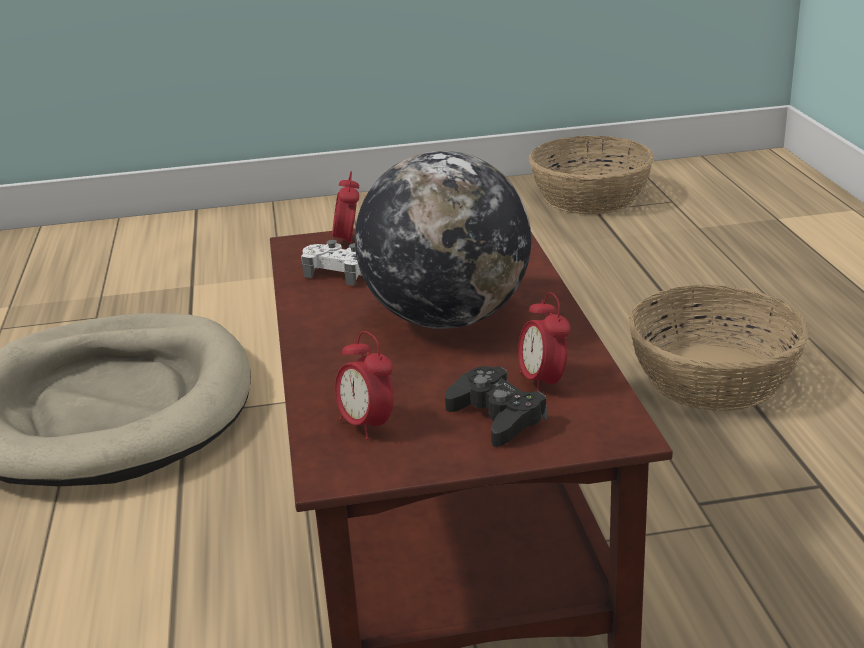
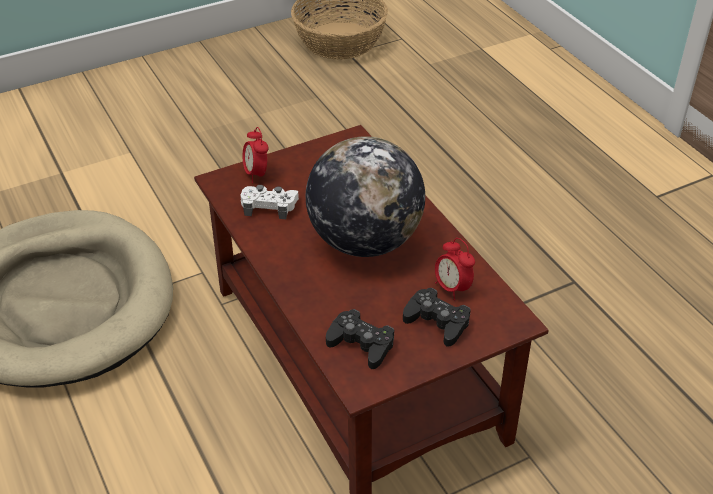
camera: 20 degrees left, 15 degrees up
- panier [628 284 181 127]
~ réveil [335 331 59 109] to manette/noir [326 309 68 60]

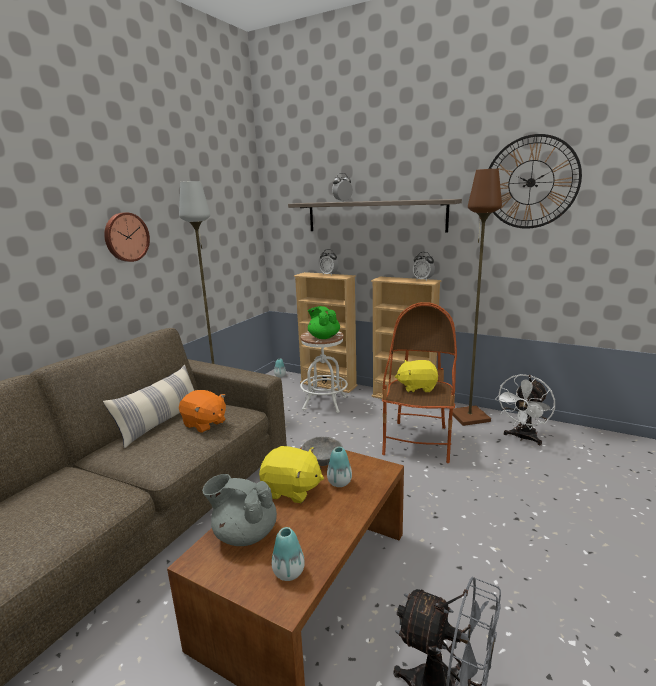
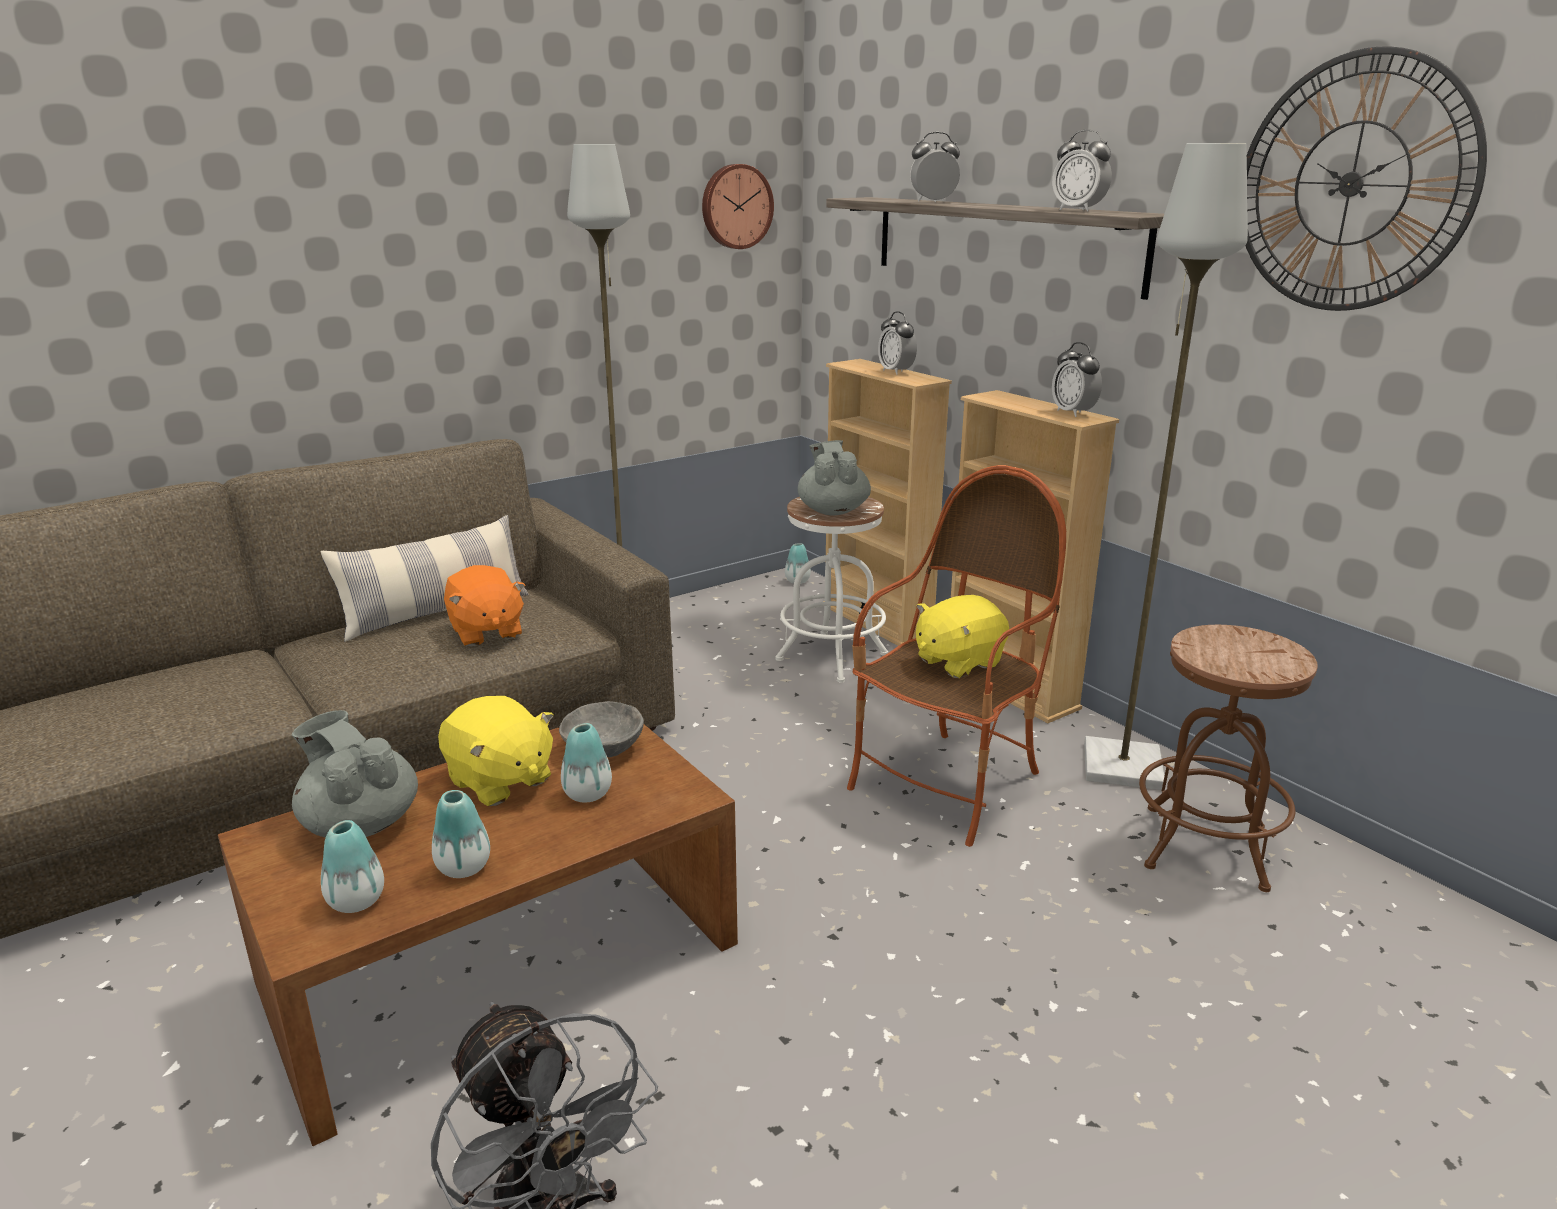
camera: 25 degrees right, 5 degrees up
+ vase [432 790 58 88]
+ réveil [1052 129 60 83]
~ horloge murale [104 213 46 49] to [702 164 72 85]
~ ventilateur/blanc [495 374 60 71] to tabouret/marron [1139 625 179 267]
~ théière/vert [308 306 32 33] to théière/gris [798 440 73 75]
~ lampadaire/marron [452 169 50 257] to lampadaire/gris [1084 143 164 647]
~ peluche/jaune [395 360 43 33] = [916 595 93 83] 60 degrees counterclockwise

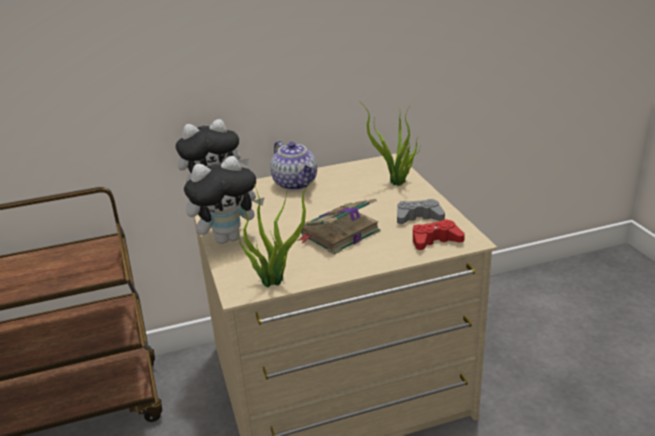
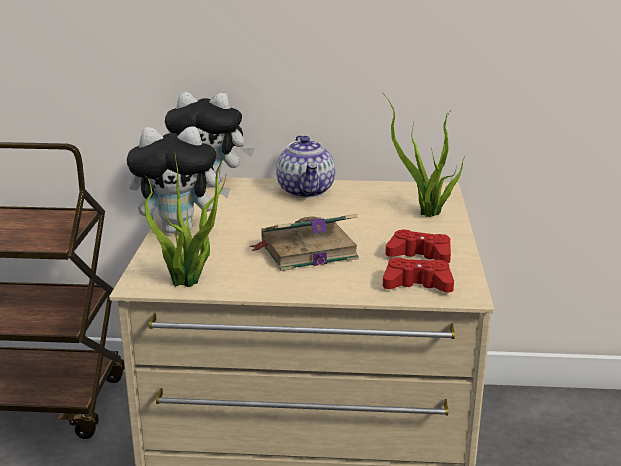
camera: 20 degrees right, 5 degrees down
~ manette/gris [397 199 48 25] to manette/rouge [385 229 66 34]

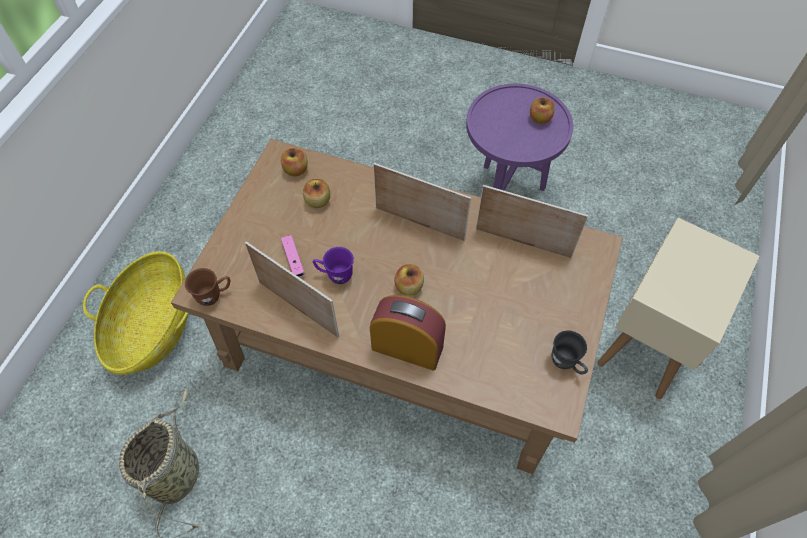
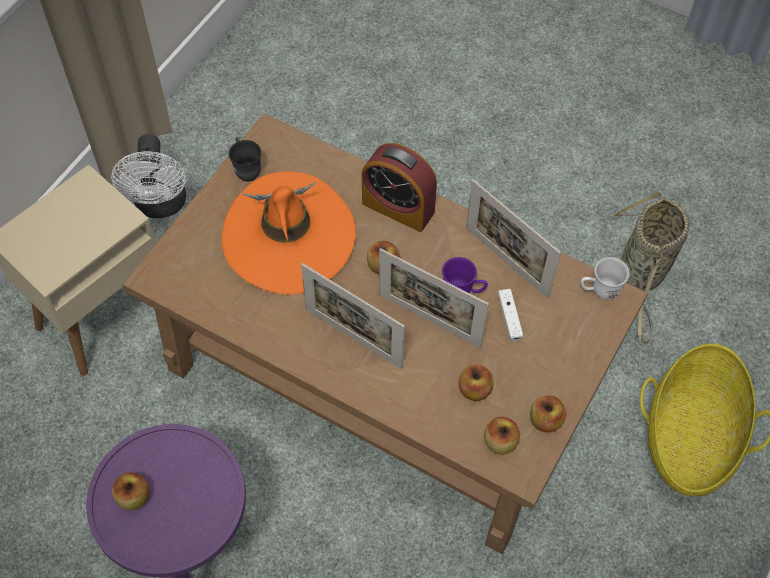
camera: 170 degrees left, 0 degrees up
+ ventilateur/blanc [111 134 75 84]
+ chapeau/orange [222 172 134 123]
+ pomme [530 395 36 37]
~ cadre photo [476 185 112 73] to [379 248 110 100]
~ mug/marron [185 268 45 38] to mug/blanc [581 257 49 43]
~ manette/rose [281 235 24 42] to manette/blanc [498 289 25 53]

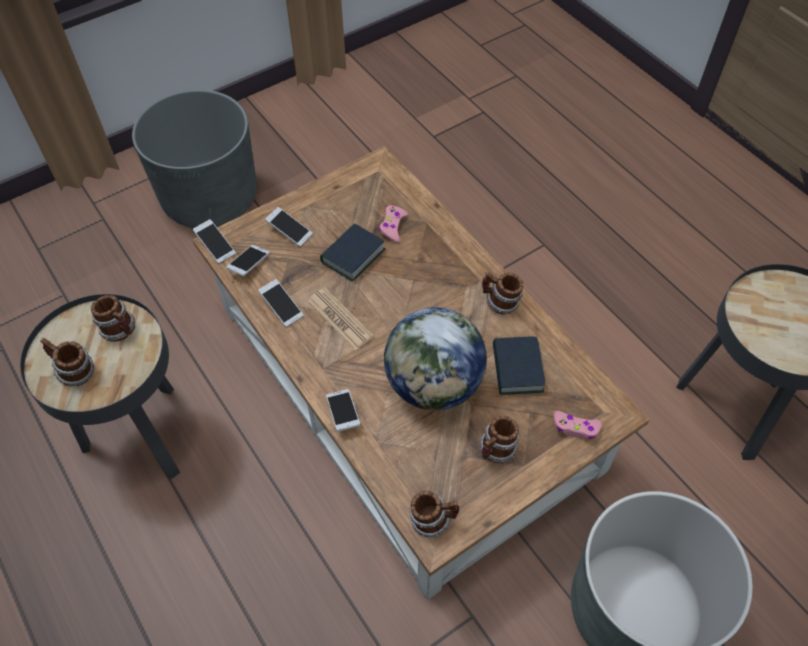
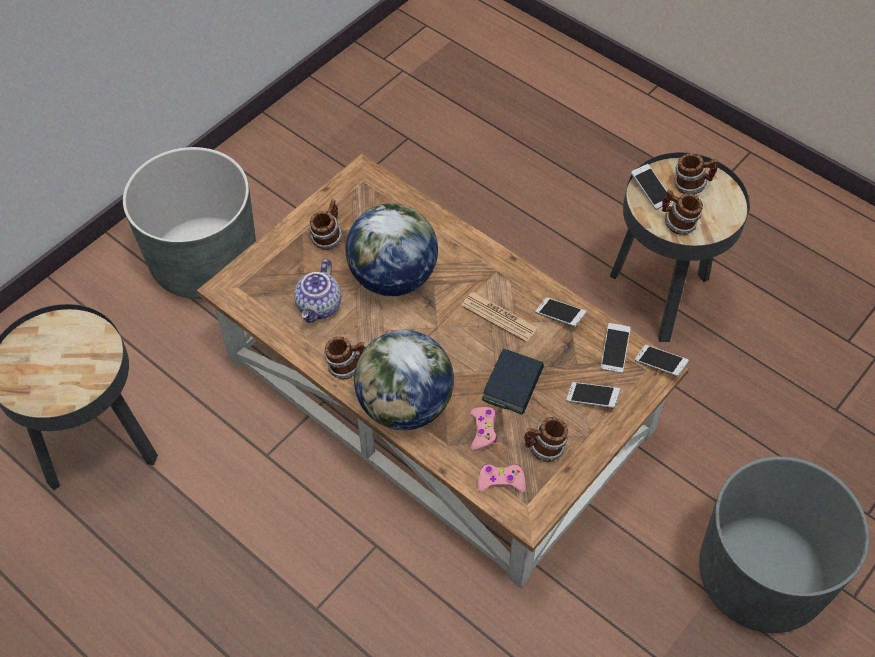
camera: 165 degrees right, 0 degrees up
+ globe [354 330 100 100]
~ téléphone [326 389 34 43] to [631 164 41 46]
~ mug [409 491 50 47] to [524 417 45 45]
~ manette/rose [554 411 48 28] to [477 464 49 29]
~ livre [493 337 52 58] to théière [294 259 47 64]

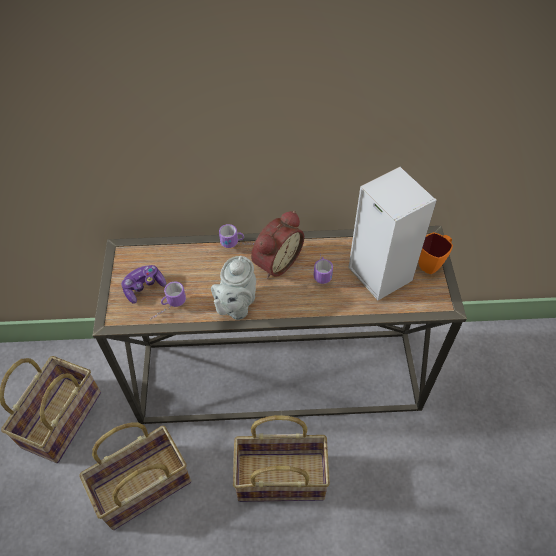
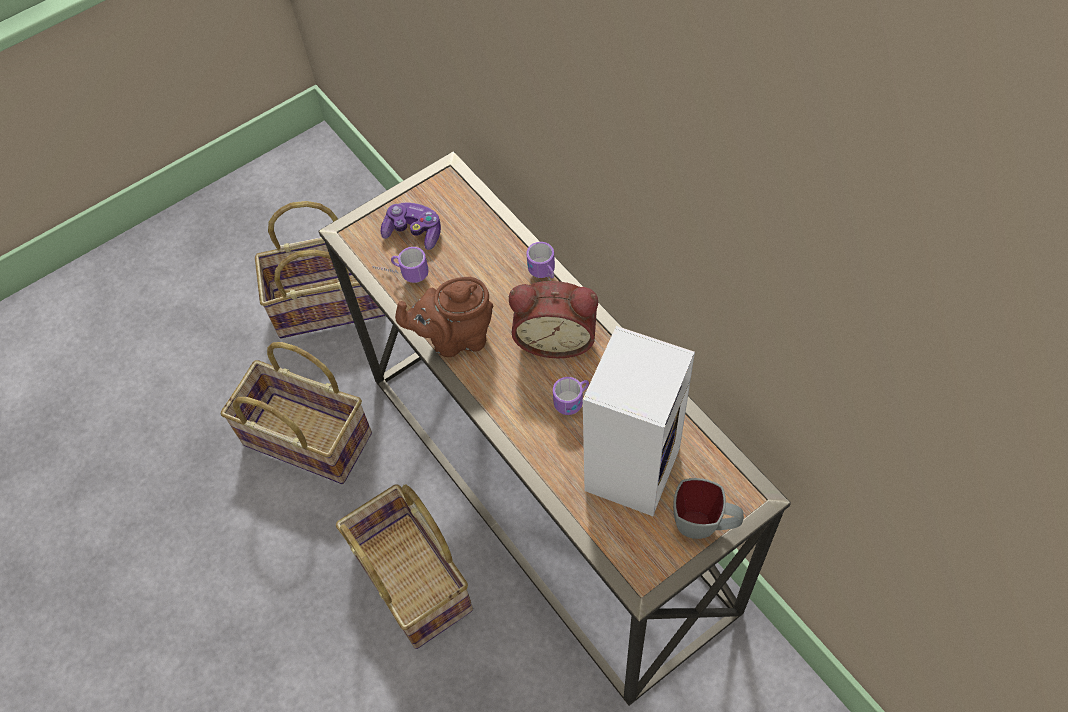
camera: 60 degrees right, 5 degrees up
~ théière/gris [211 256 45 64] to théière/marron [395 277 98 80]
~ mug/orange [418 232 35 42] to mug/gris [673 478 71 61]

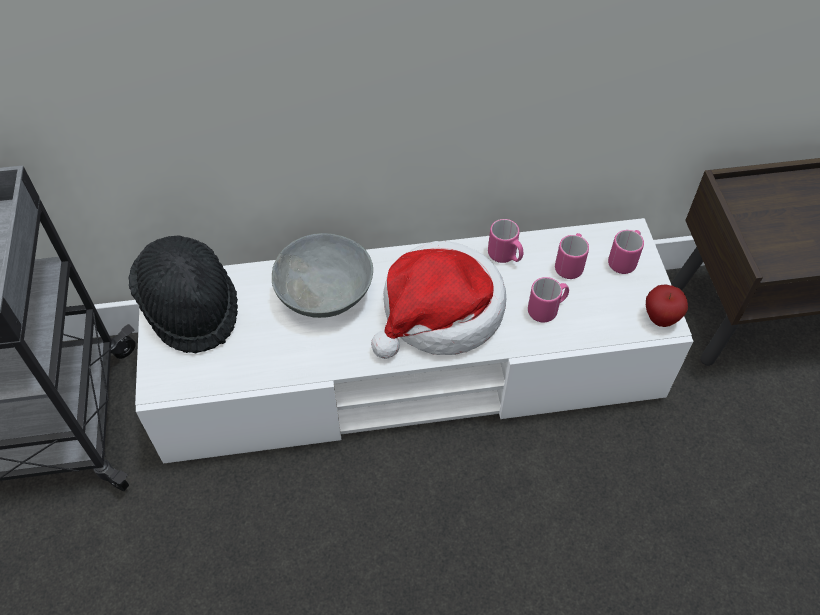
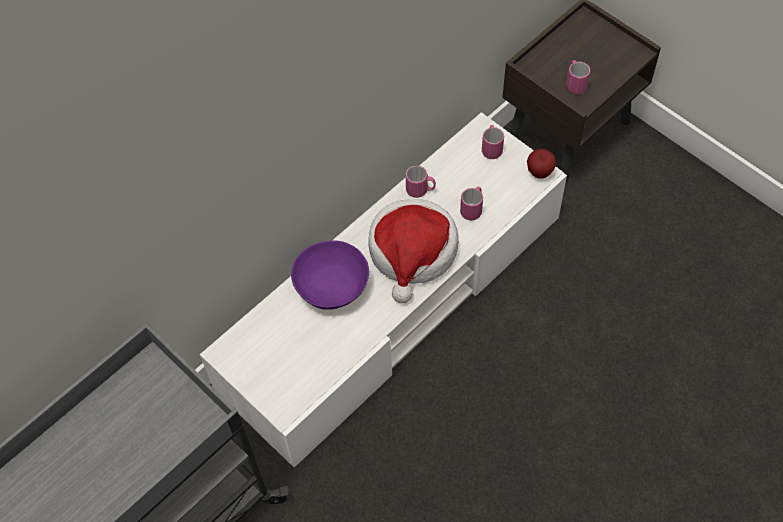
camera: 35 degrees left, 5 degrees up
- chapeau/noir [128 236 110 118]
~ mug/rose [555 233 34 46] to [566 60 24 34]
~ bol/gris [272 233 101 85] to bol/violet [291 241 78 69]

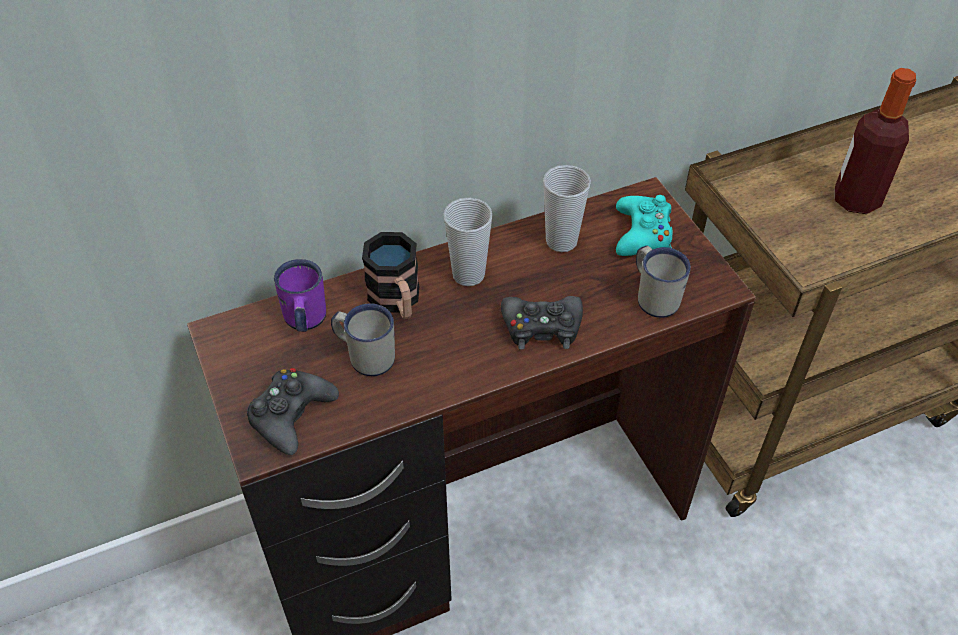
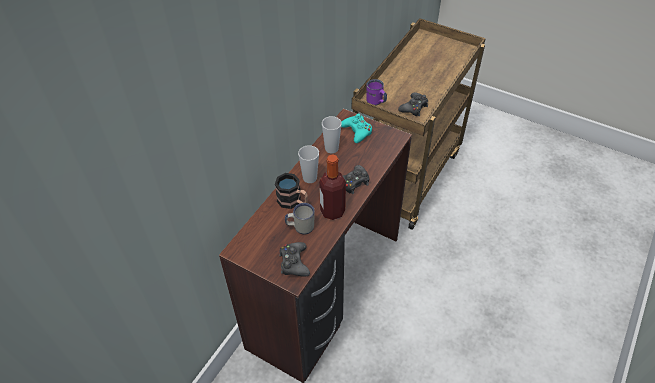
camera: 35 degrees left, 0 degrees up
- mug/blanc [636 246 55 72]
+ manette/noir [398 92 30 24]
~ mug/violet [274 259 52 73] to [366 79 21 27]
~ bouteille [835 68 81 146] to [319 154 27 66]

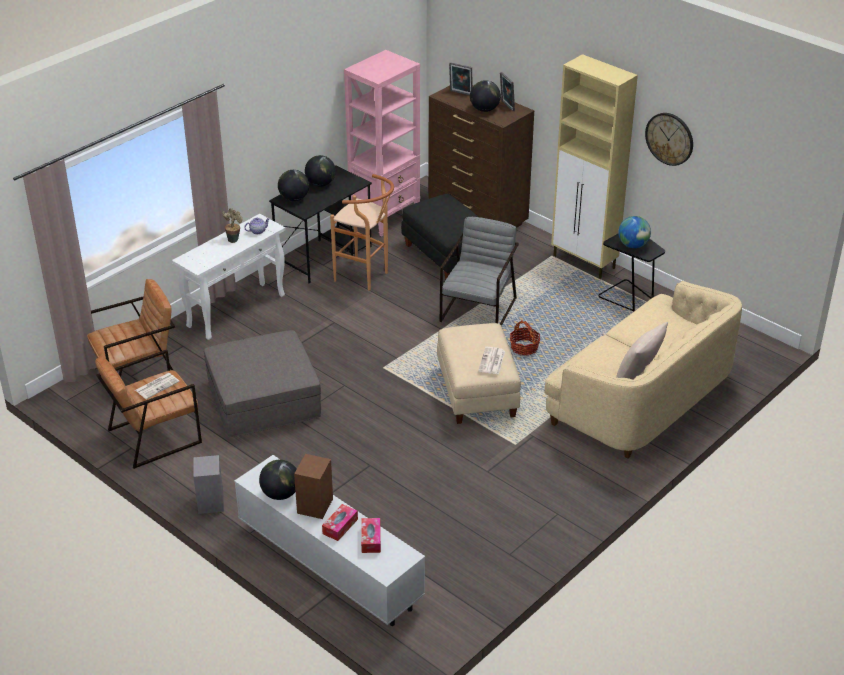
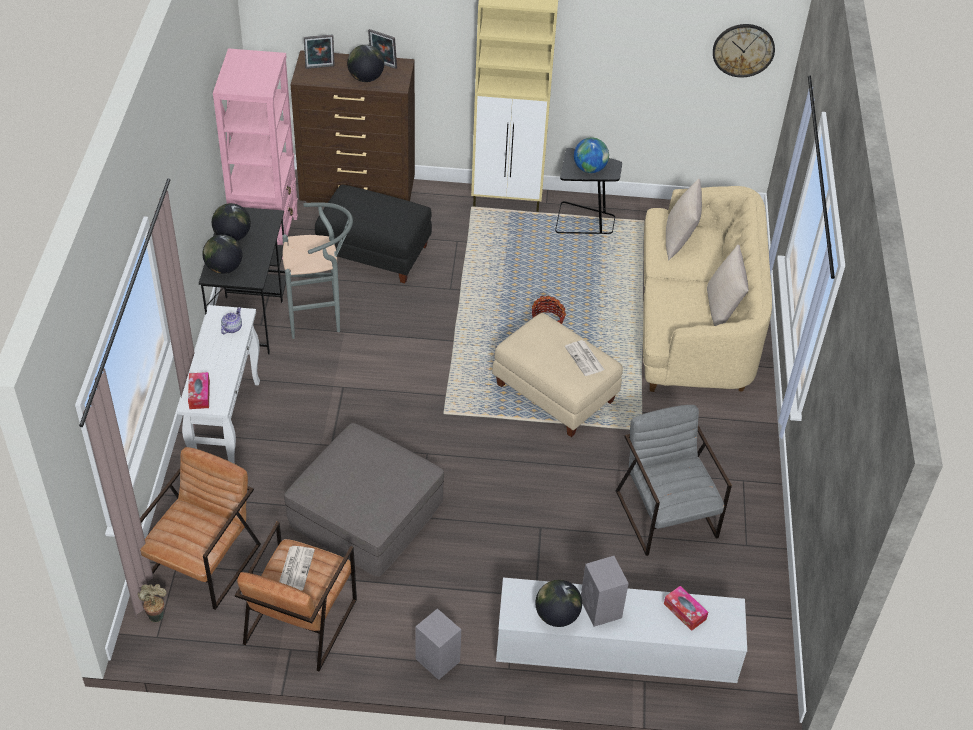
camera: 40 degrees left, 10 degrees up
+ coussin/beige [666 179 36 82]
~ plante en pot [223 208 19 35] to [138 584 29 38]
~ boîte à mouchoirs [322 504 36 37] to [188 372 22 37]
~ fauteuil/gris [440 217 79 109] to [616 405 116 151]
~ horloge murale [645 113 48 53] to [713 24 62 54]
~ enceinte/marron [294 454 39 65] to enceinte/gris [581 556 48 71]
~ tabouret/marron [330 174 64 117] to tabouret/gris [282 202 71 137]

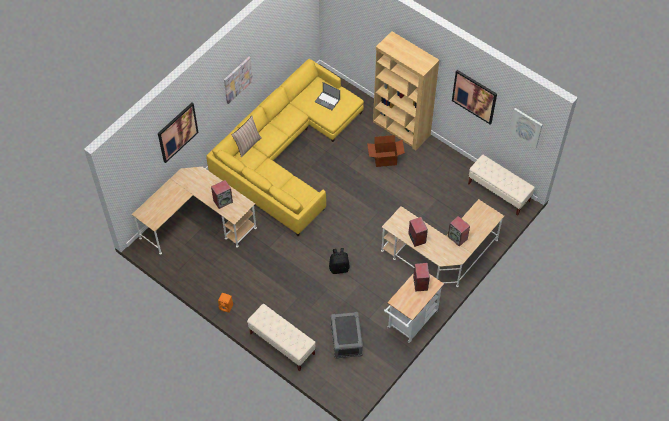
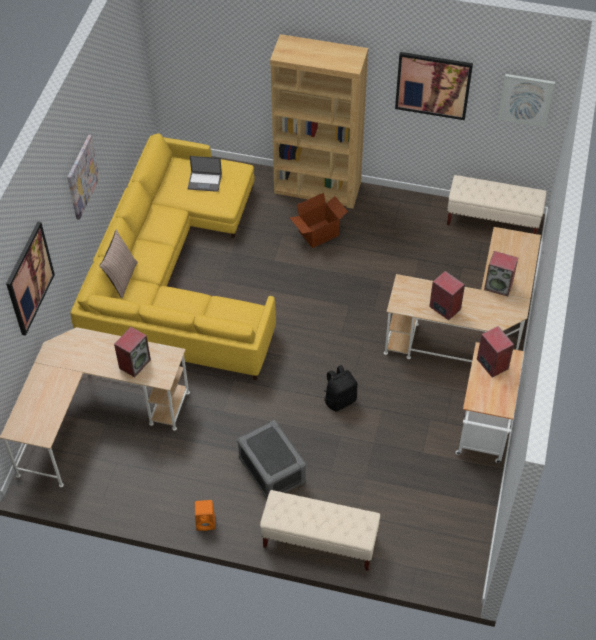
camera: 25 degrees left, 5 degrees down
~ boîte de rangement/gris [331 312 32 47] to [237 420 69 79]

